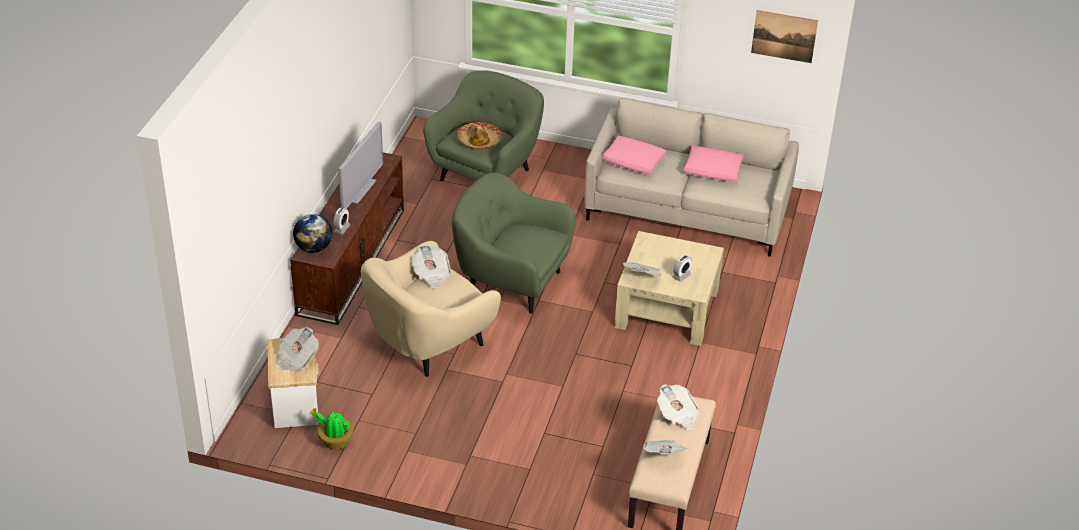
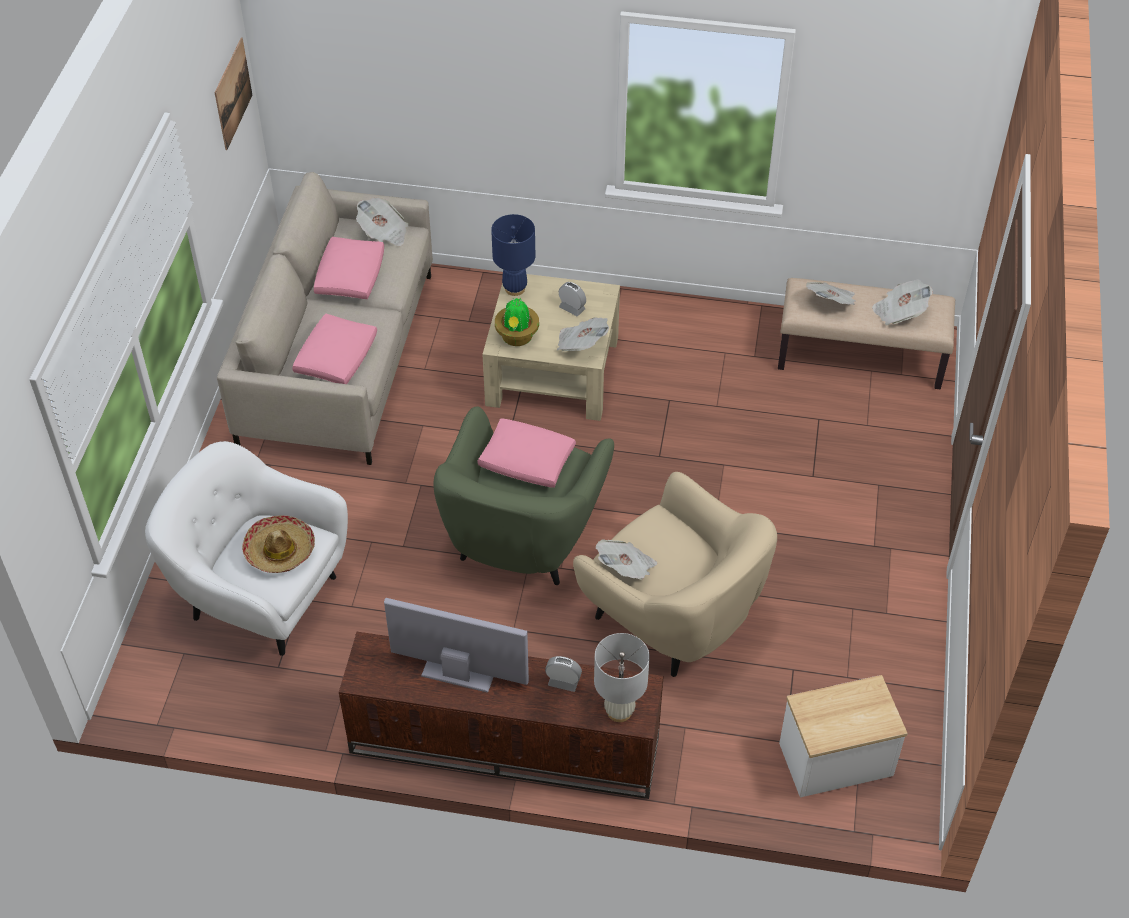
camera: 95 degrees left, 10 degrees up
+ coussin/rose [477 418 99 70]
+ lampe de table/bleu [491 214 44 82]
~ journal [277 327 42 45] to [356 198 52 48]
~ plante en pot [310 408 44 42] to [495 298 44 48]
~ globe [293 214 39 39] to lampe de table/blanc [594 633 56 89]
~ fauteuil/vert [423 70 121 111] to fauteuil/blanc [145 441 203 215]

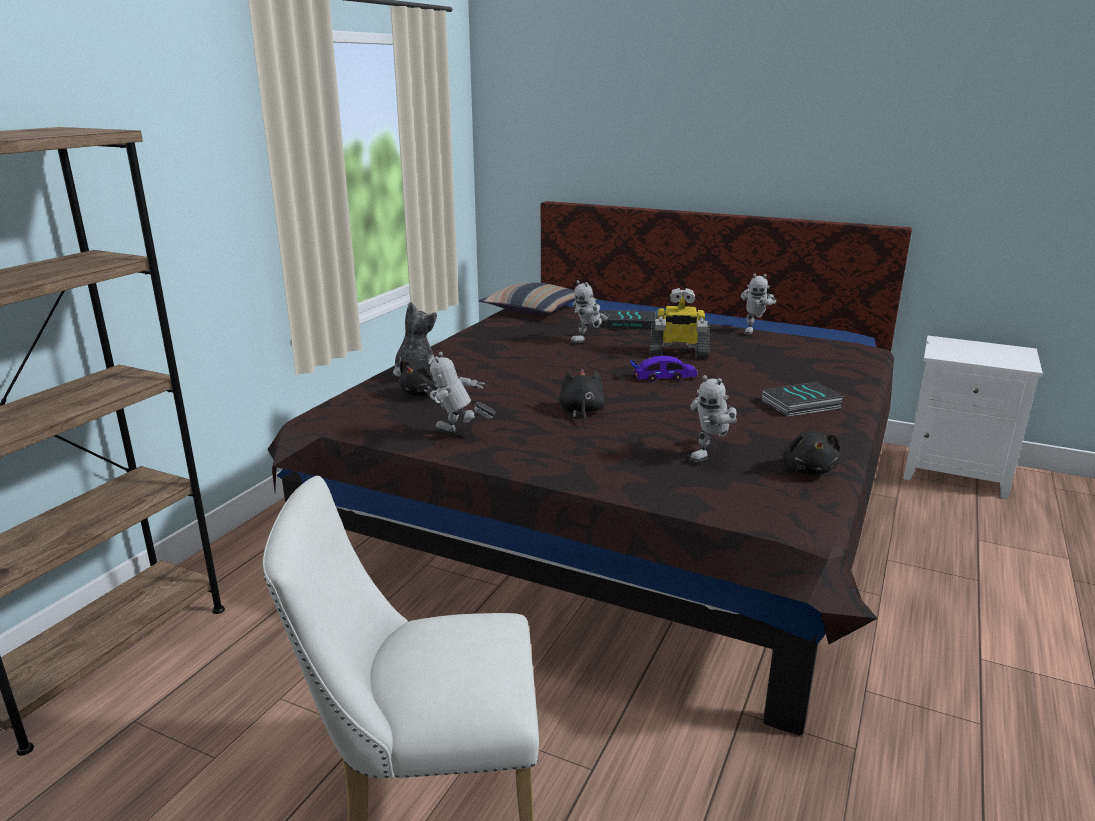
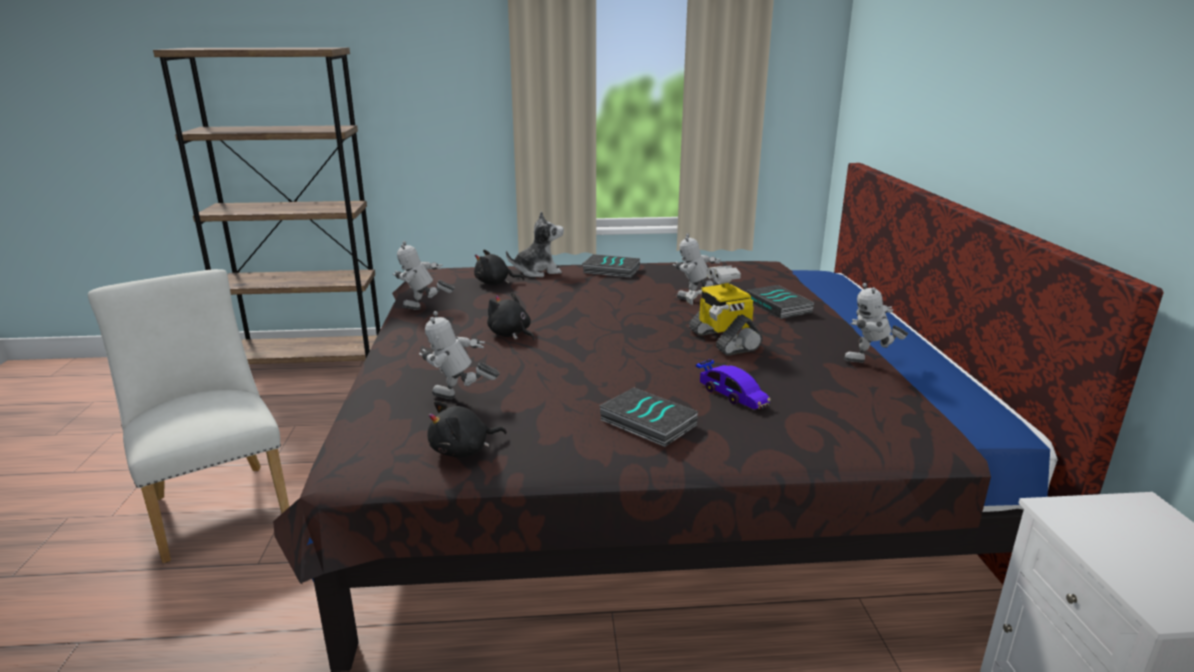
camera: 60 degrees right, 0 degrees up
- coussin [479 282 96 33]
+ livre [582 254 58 24]
~ petite voiture [630 356 69 26] to [696 359 75 50]
~ robot jouet [424 352 72 83] = [393 241 62 69] 75 degrees counterclockwise
~ peluche/noir [559 369 46 54] = [487 292 48 49] 105 degrees counterclockwise

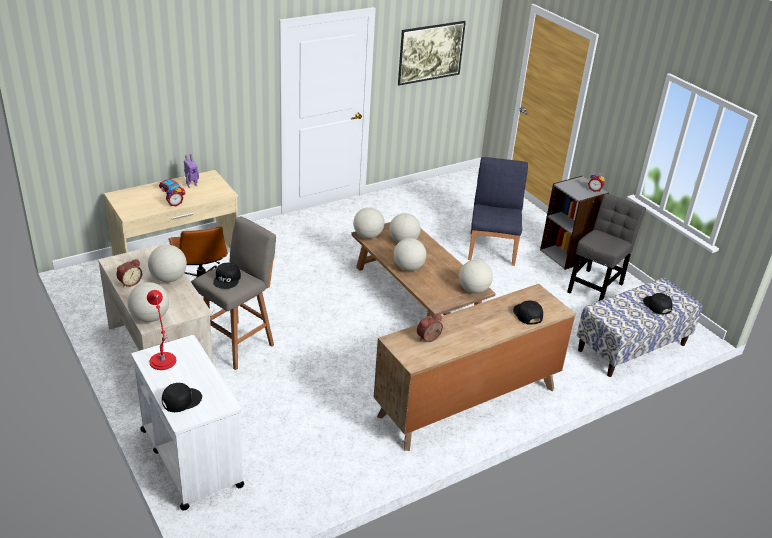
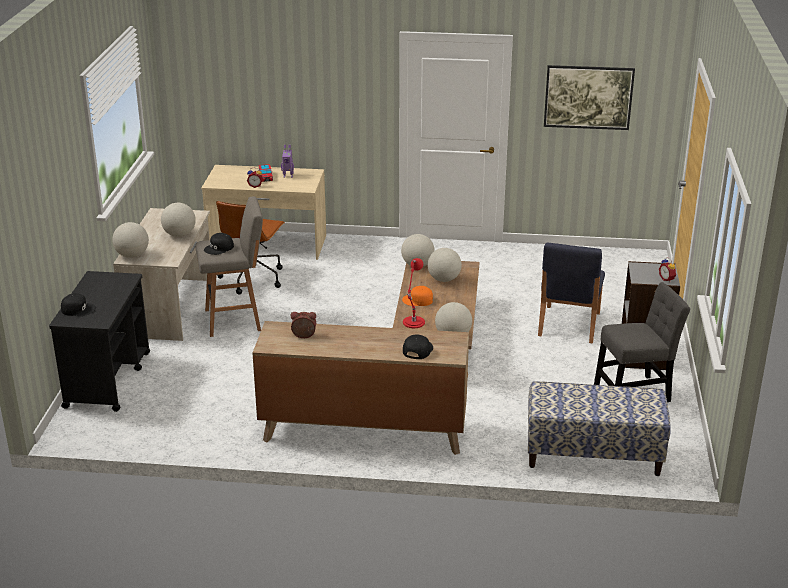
camera: 40 degrees right, 5 degrees down
- réveil [117 259 25 29]
- casquette/noir [643 293 30 21]
~ lampe de table/rouge [147 290 29 80] to [403 258 22 70]
~ globe [394 238 32 33] to casquette/orange [402 286 31 20]
~ chariot/blanc [132 335 113 176] to chariot/noir [49 271 101 141]
~ chaise/bleu [468 157 60 109] = [538 243 67 101] 150 degrees clockwise

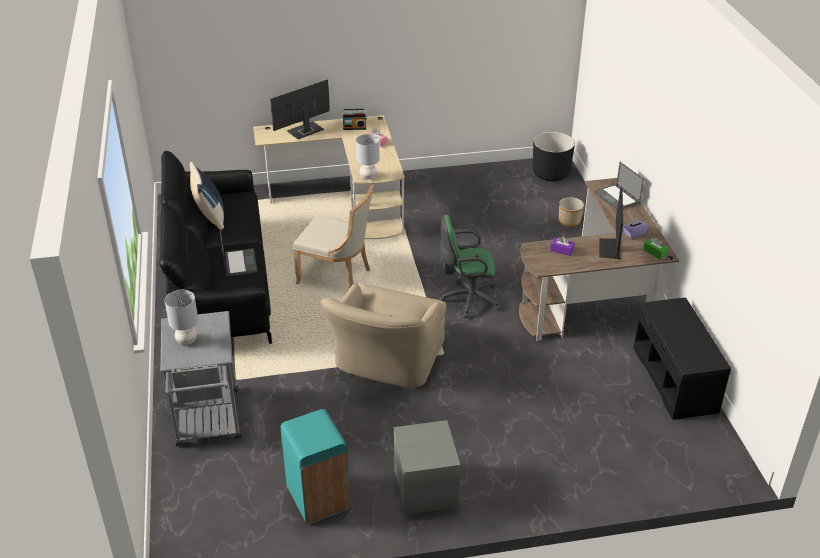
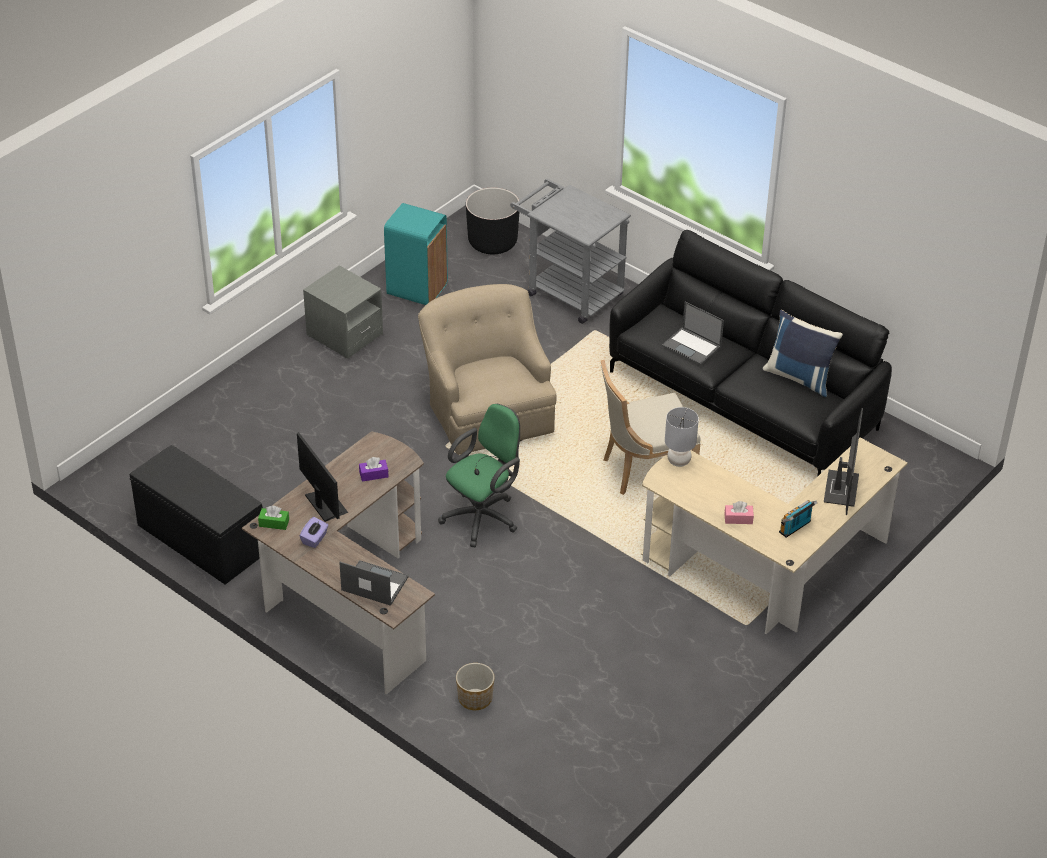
camera: 140 degrees right, 5 degrees up
- lampe de table/gris [165 290 33 55]
~ cache-pot/noir [533 132 42 49] to [466 188 53 66]

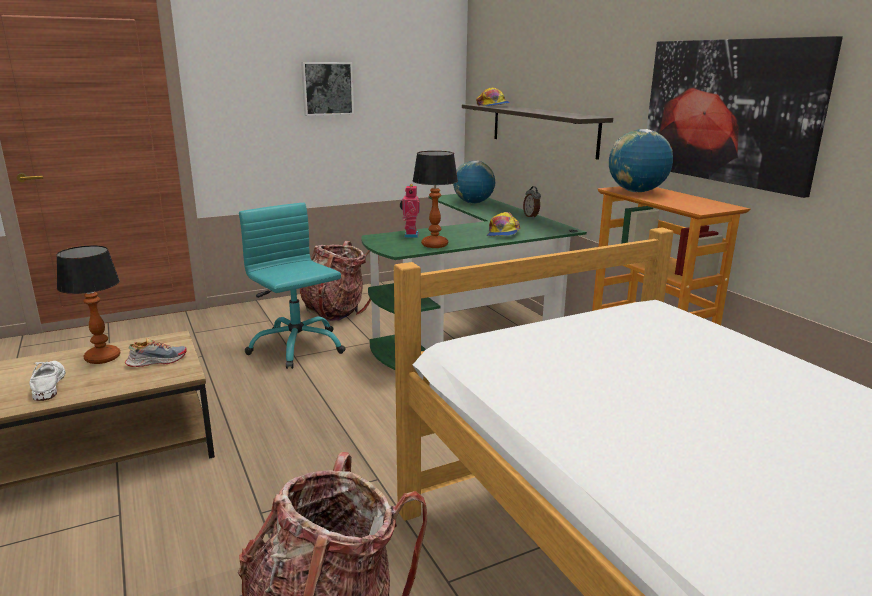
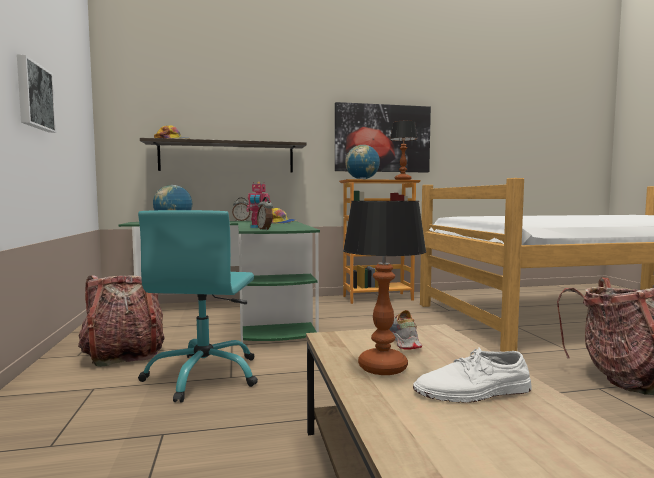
camera: 75 degrees left, 15 degrees down
+ réveil [257 197 16 33]
~ lampe de table [413 151 45 97] to [390 121 27 59]
~ chaise de bureau/turquoise [239 203 107 166] = [138 210 120 193] 60 degrees counterclockwise

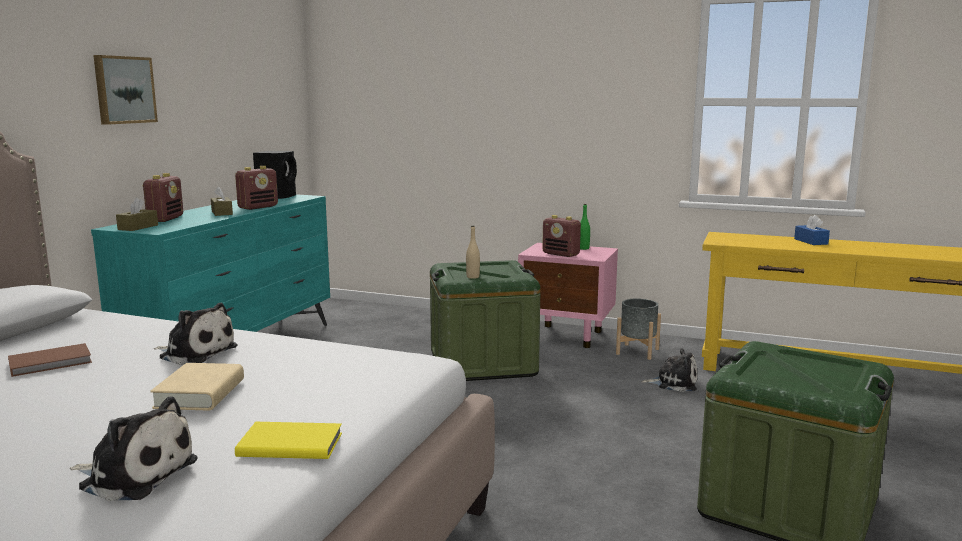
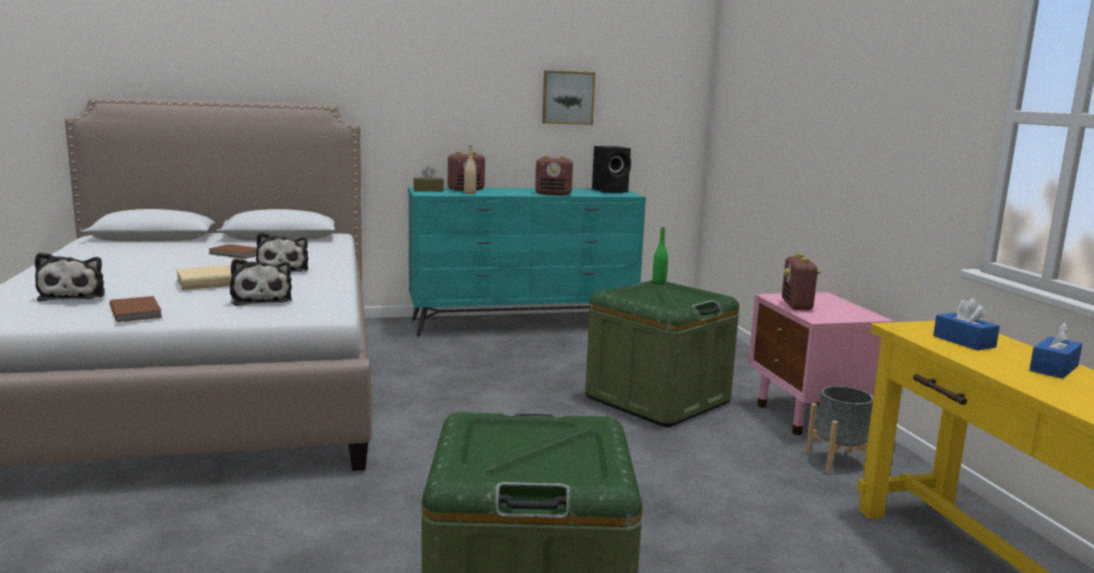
camera: 55 degrees right, 0 degrees up
- boîte à mouchoirs/marron [211 186 22 30]
+ boîte à mouchoirs/bleu [933 299 67 51]
~ tableau [93 55 65 70] to [542 71 53 54]
~ bouteille/beige [466 226 14 53] to [464 146 12 48]
~ bouteille/vert [580 204 10 46] to [653 228 15 55]
~ peluche [641 348 57 44] to [230 258 62 48]
~ livre/jaune [235 422 107 37] to livre/marron [110 296 52 26]

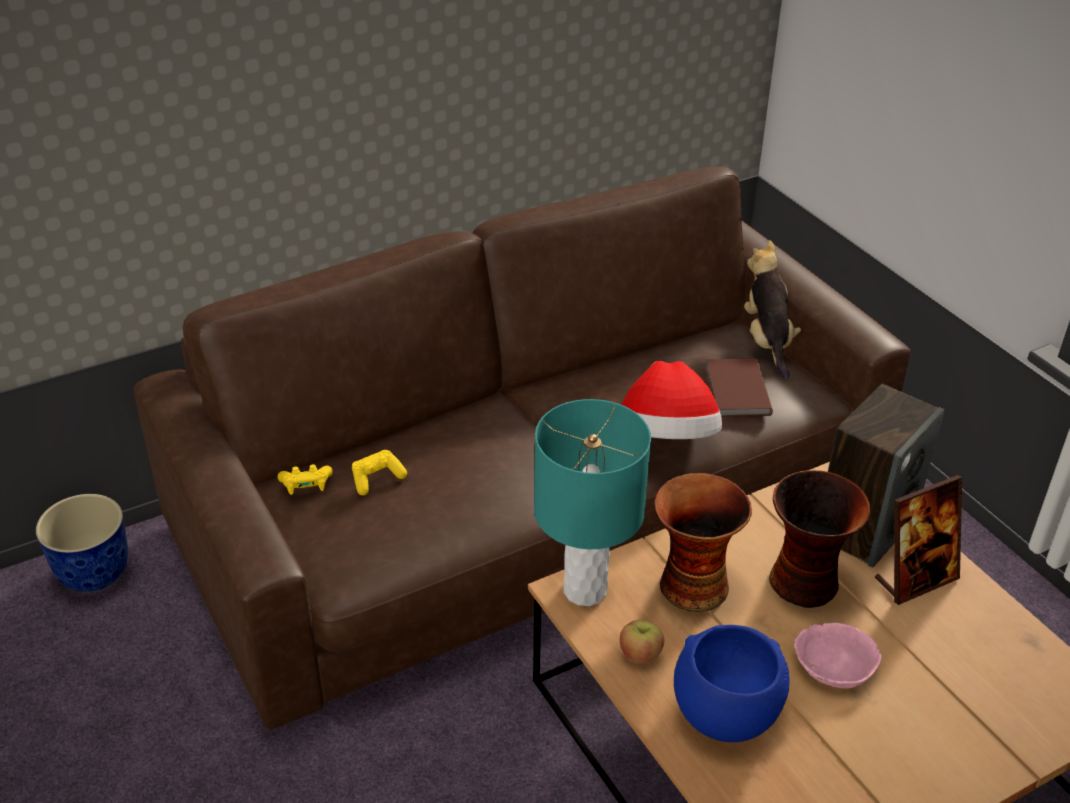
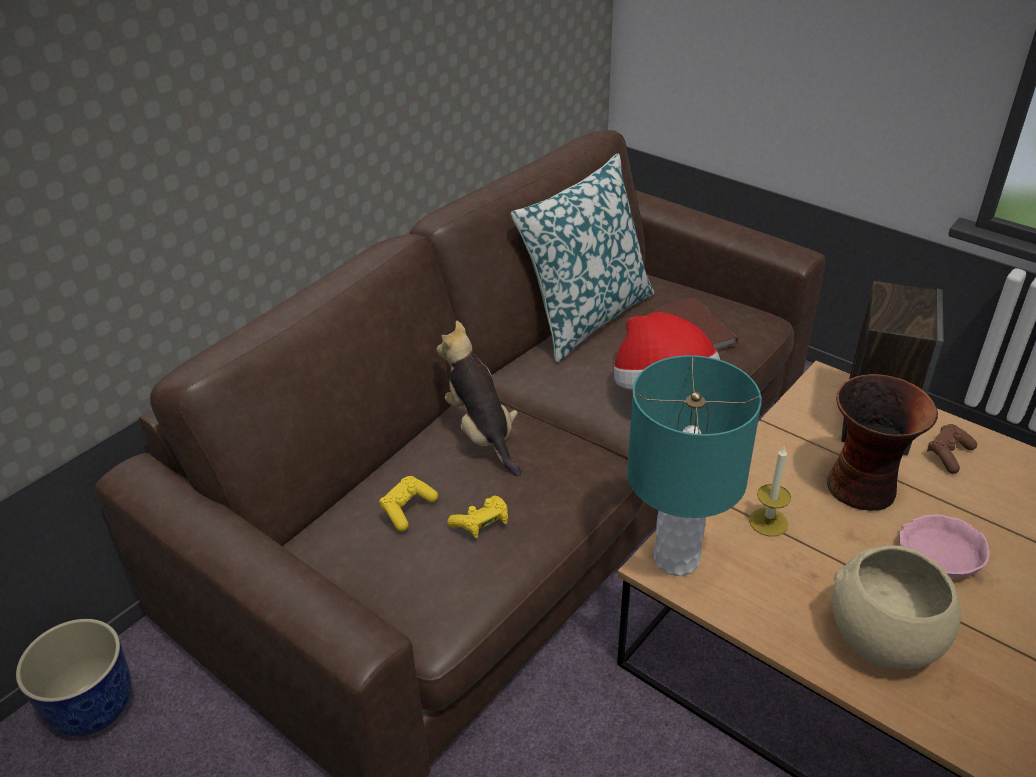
camera: 20 degrees left, 0 degrees up
- pomme [620 619 44 45]
+ coussin [511 153 143 210]
~ manette/jaune [278 464 55 31] to [447 496 61 42]
~ peluche [744 240 57 139] to [437 321 84 155]
~ vase [654 473 98 139] to bougie [749 447 42 90]
~ cadre photo [875 475 87 130] to manette/marron [927 424 50 50]
~ bol/bleu [674 625 115 117] to bol/beige [832 545 129 125]

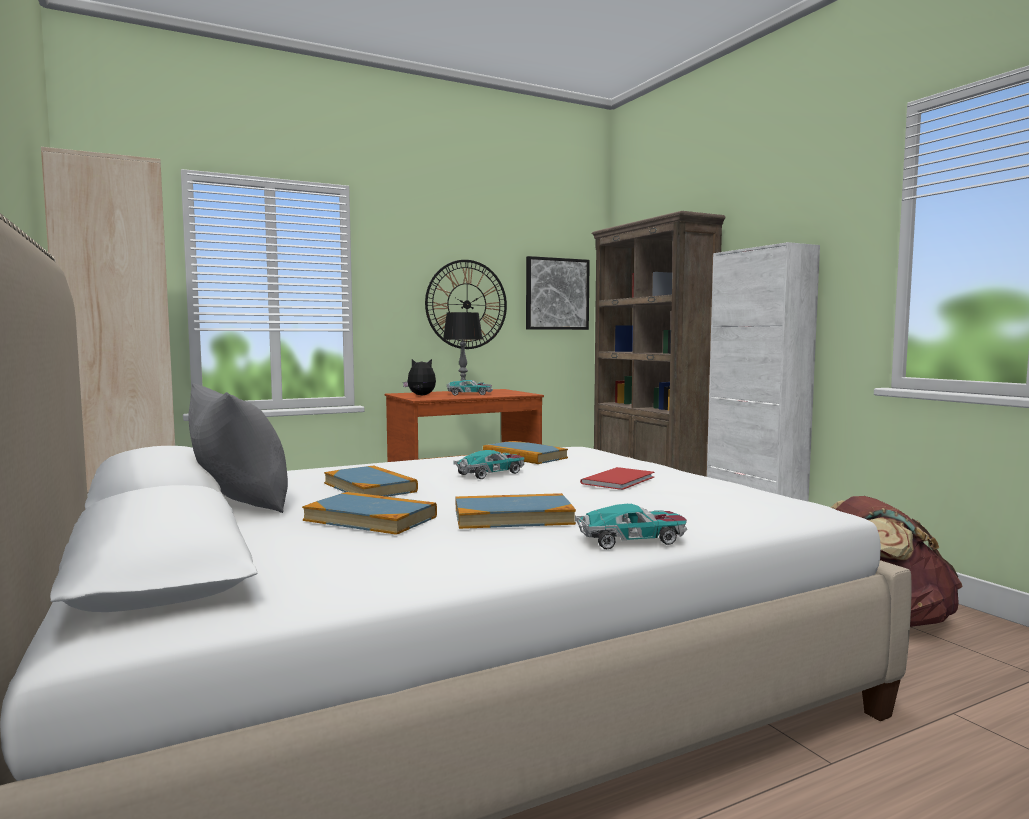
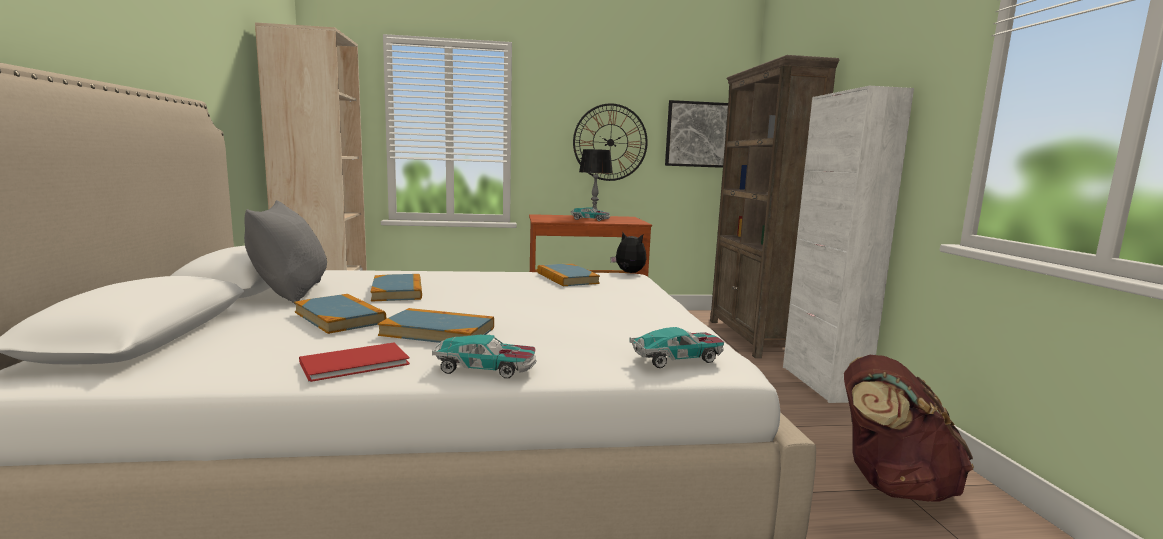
camera: 20 degrees right, 5 degrees up
~ peluche [403 359 33 36] to [610 233 37 40]
~ petite voiture [453 450 71 29] to [629 327 95 41]
~ livre/rouge [580 467 75 23] to [299 342 111 40]

